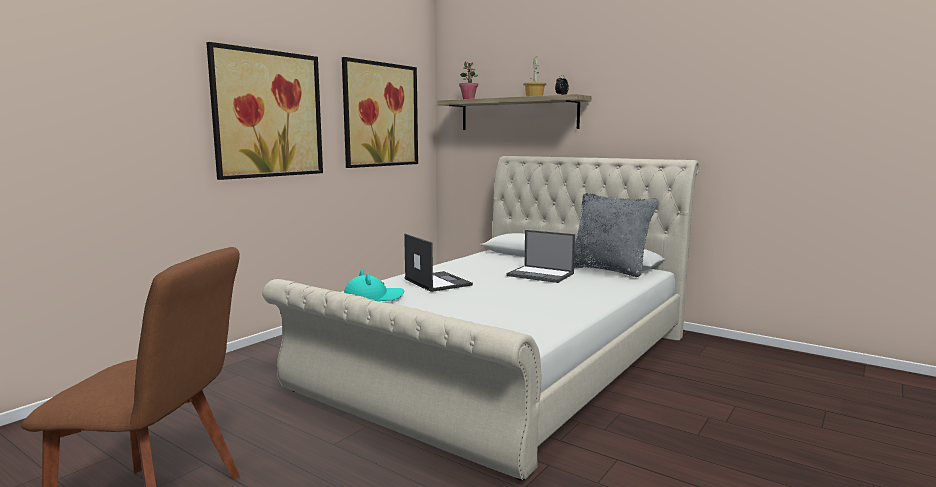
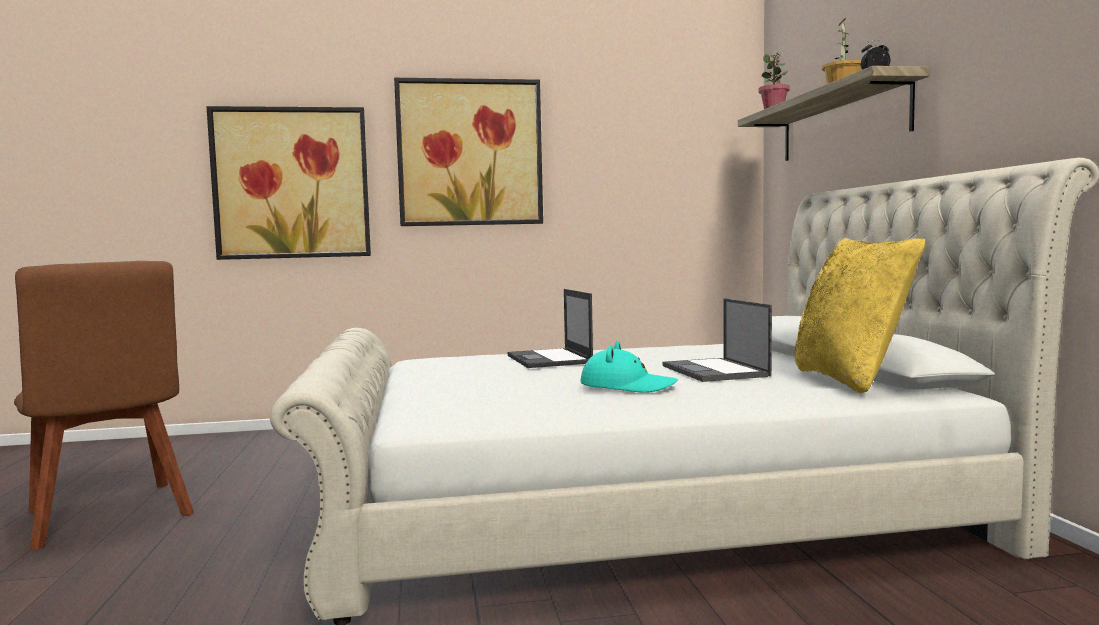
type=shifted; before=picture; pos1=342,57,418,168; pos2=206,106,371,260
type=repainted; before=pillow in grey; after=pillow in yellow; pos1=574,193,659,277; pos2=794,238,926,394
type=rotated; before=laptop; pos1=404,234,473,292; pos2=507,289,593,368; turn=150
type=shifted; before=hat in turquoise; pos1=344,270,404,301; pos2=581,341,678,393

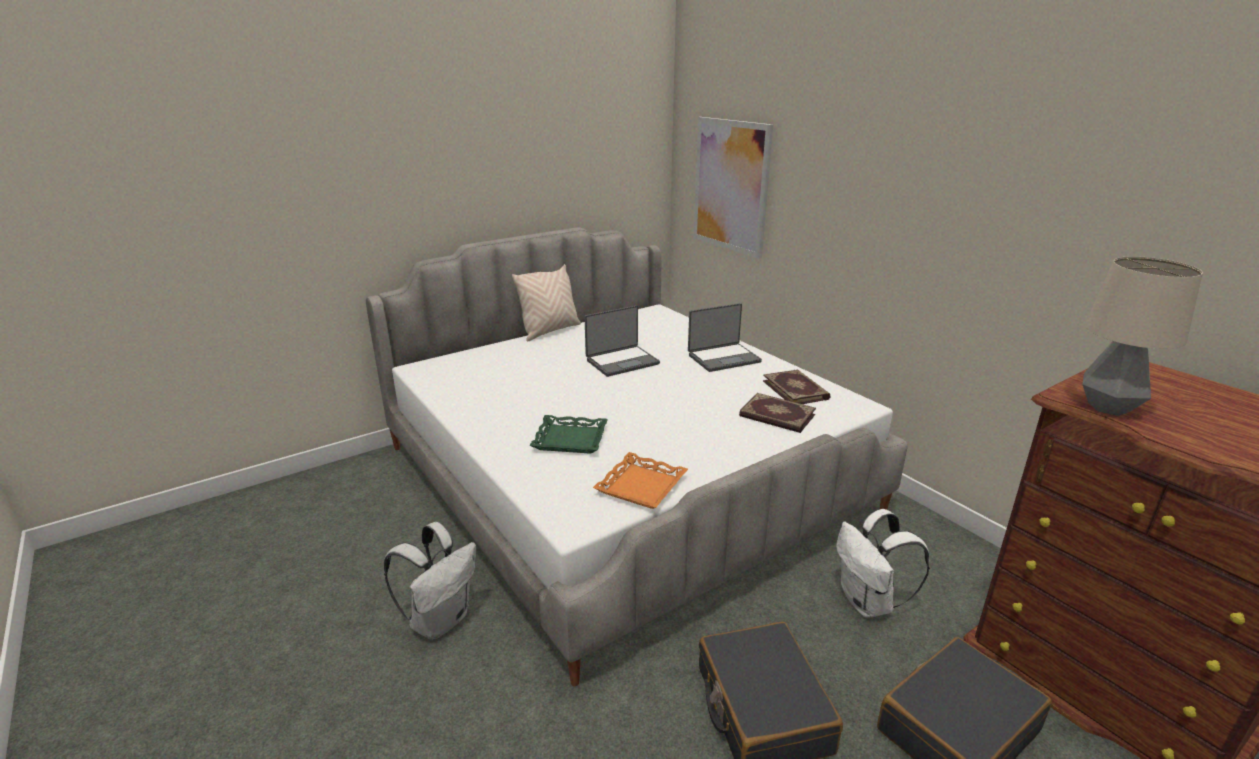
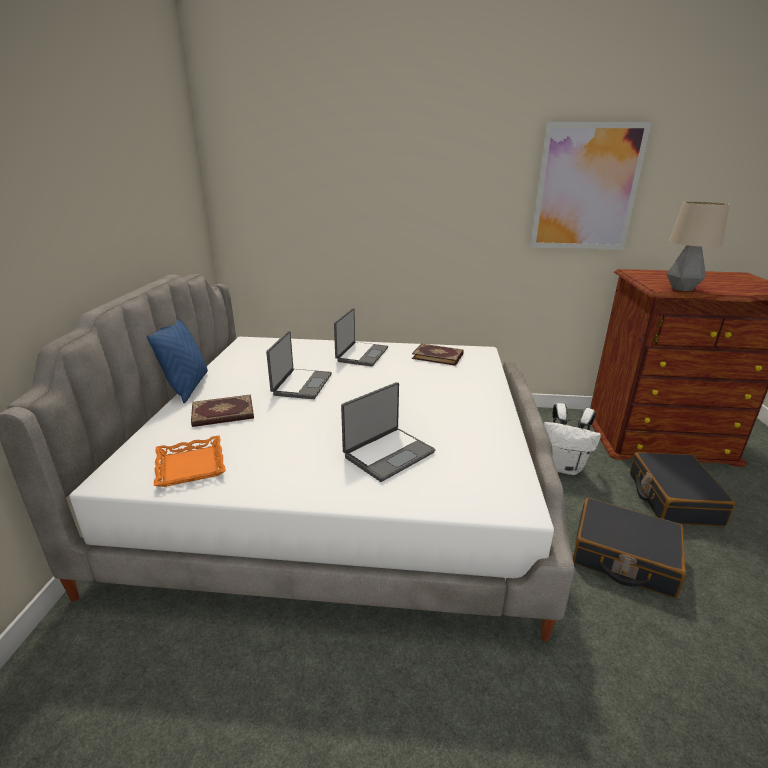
type=shifted; before=picture; pos1=693,117,773,259; pos2=530,122,651,250
type=repainted; before=pillow in beige; after=pillow in blue; pos1=512,264,581,342; pos2=147,316,208,403
type=shifted; before=book; pos1=739,393,816,433; pos2=191,395,254,427
type=swapped; before=tray in green; after=laptop; pos1=530,415,608,454; pos2=341,382,435,482
type=shifted; before=tray in orange; pos1=593,452,688,509; pos2=154,436,226,487
type=gone; before=backpack in white; pos1=384,522,476,639

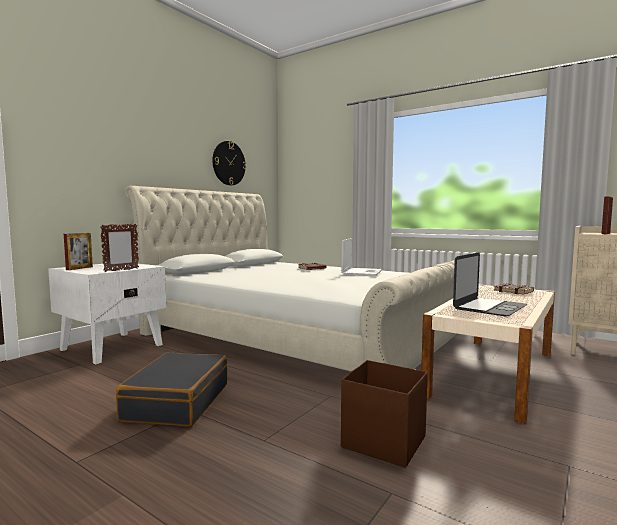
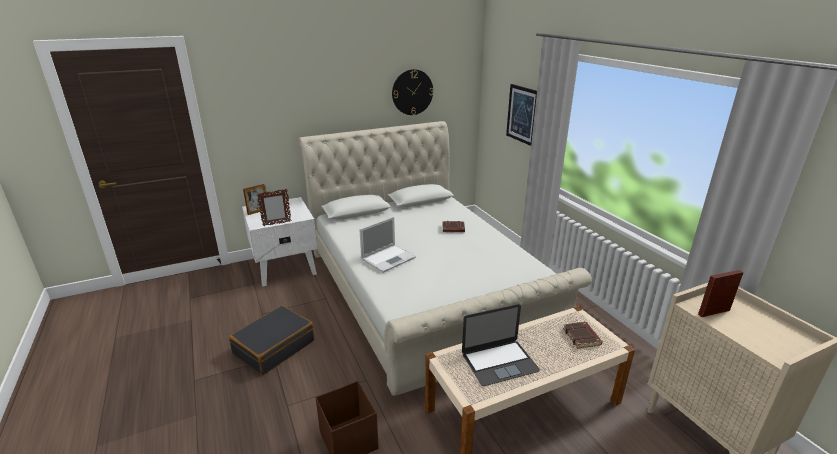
type=shifted; before=laptop; pos1=342,238,382,276; pos2=359,217,416,273
type=new; after=picture; pos2=506,84,537,146

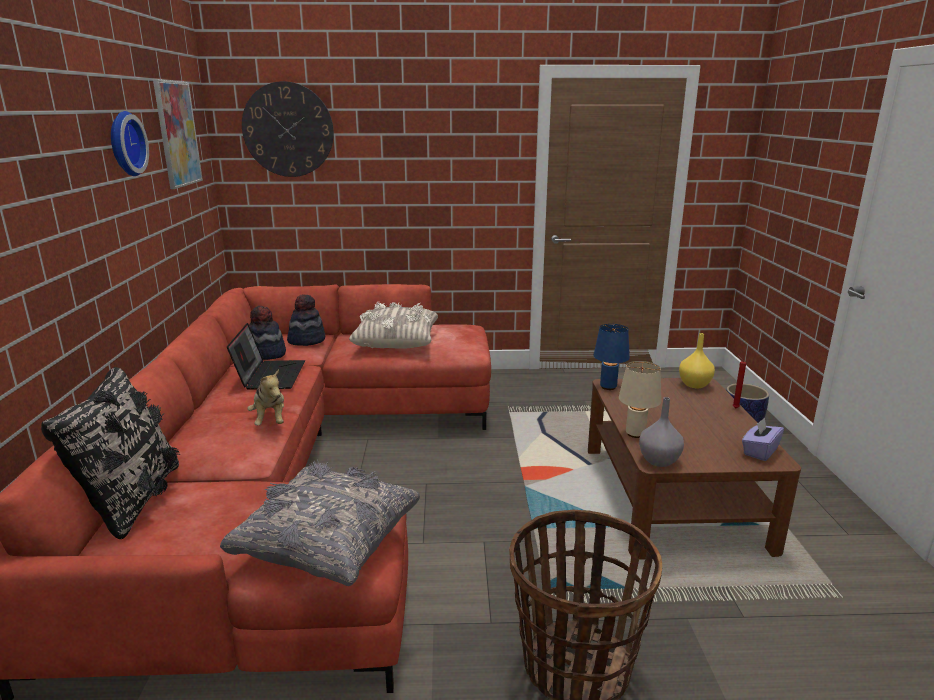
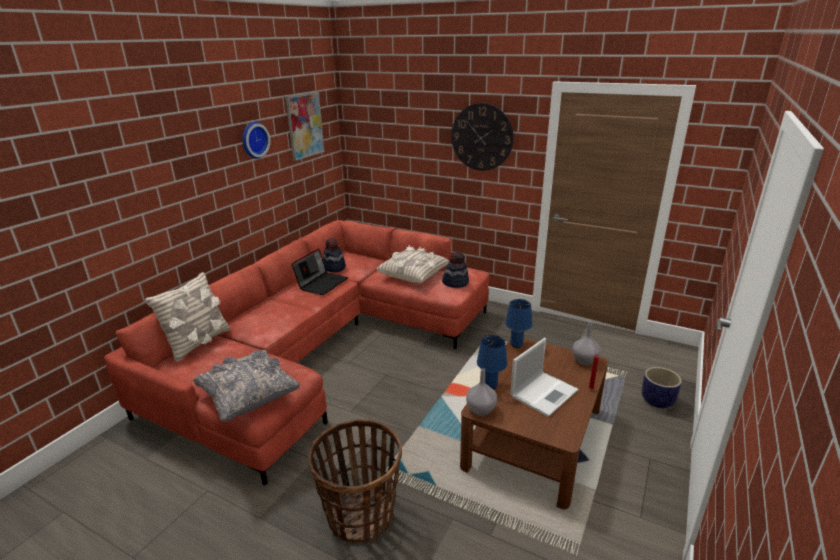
type=shifted; before=wall clock; pos1=242,81,334,177; pos2=451,103,514,171
type=shifted; before=hat; pos1=287,294,325,346; pos2=442,251,469,288
type=repainted; before=vase in yellow; after=vase in grey; pos1=679,333,715,388; pos2=572,323,600,365
type=repainted; before=table lamp in beige; after=table lamp in blue; pos1=619,361,661,438; pos2=477,335,507,389
type=repainted; before=pillow in black; after=pillow in beige; pos1=41,367,181,539; pos2=145,272,230,362
type=gone; before=plush toy; pos1=247,369,284,426
type=gone; before=tissue box in purple; pos1=742,417,784,461
type=new; after=laptop; pos2=510,338,578,417

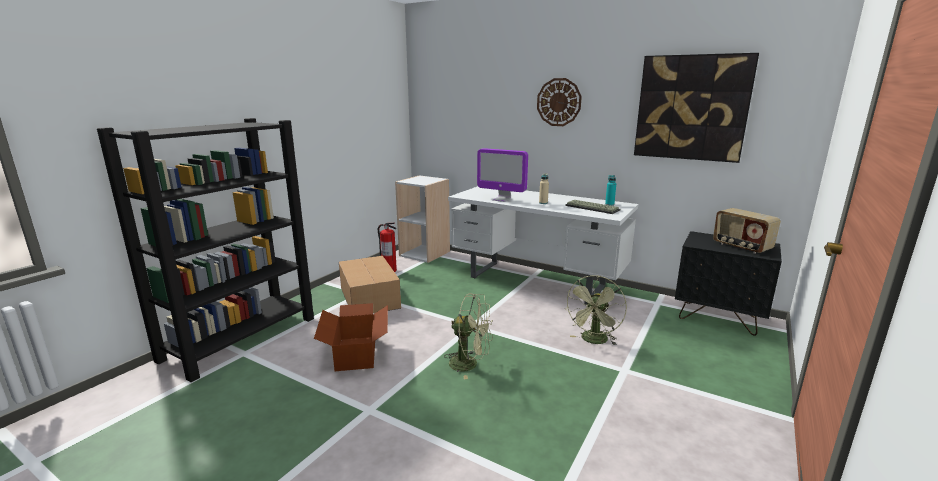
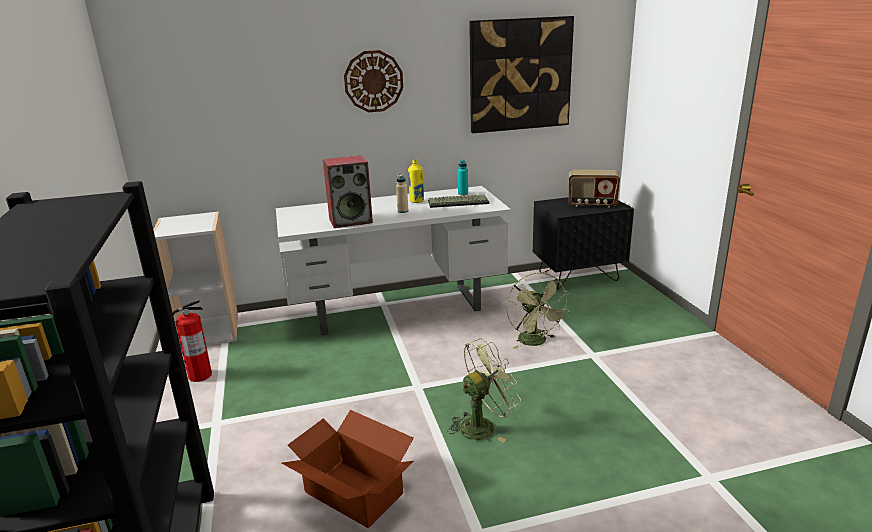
type=swapped; before=monitor; after=speaker; pos1=477,148,528,202; pos2=323,155,373,228
type=gone; before=cardboard box; pos1=339,256,401,313
type=new; after=bottle in yellow; pos2=408,159,424,203

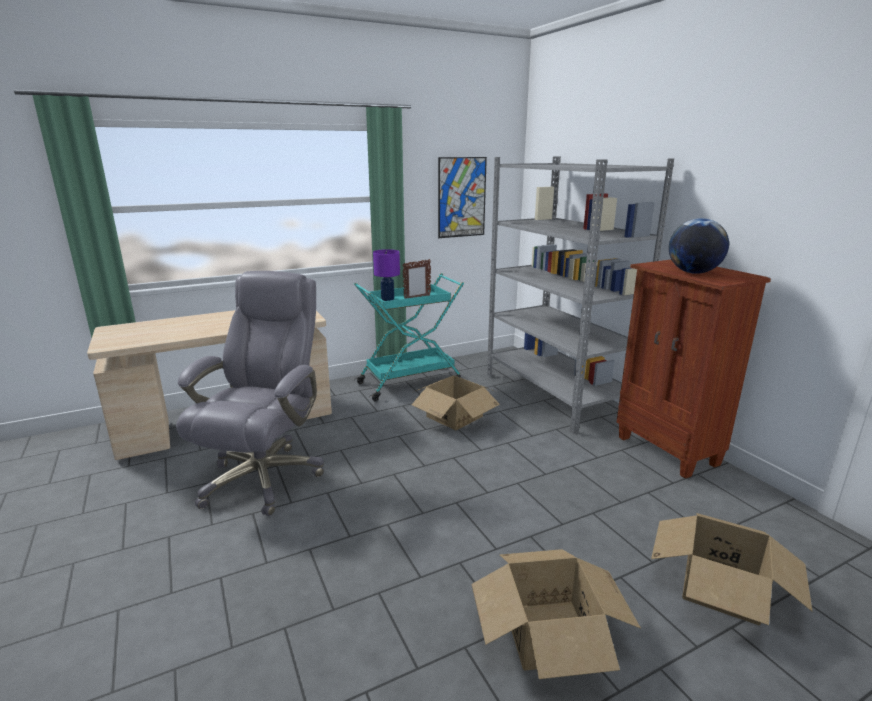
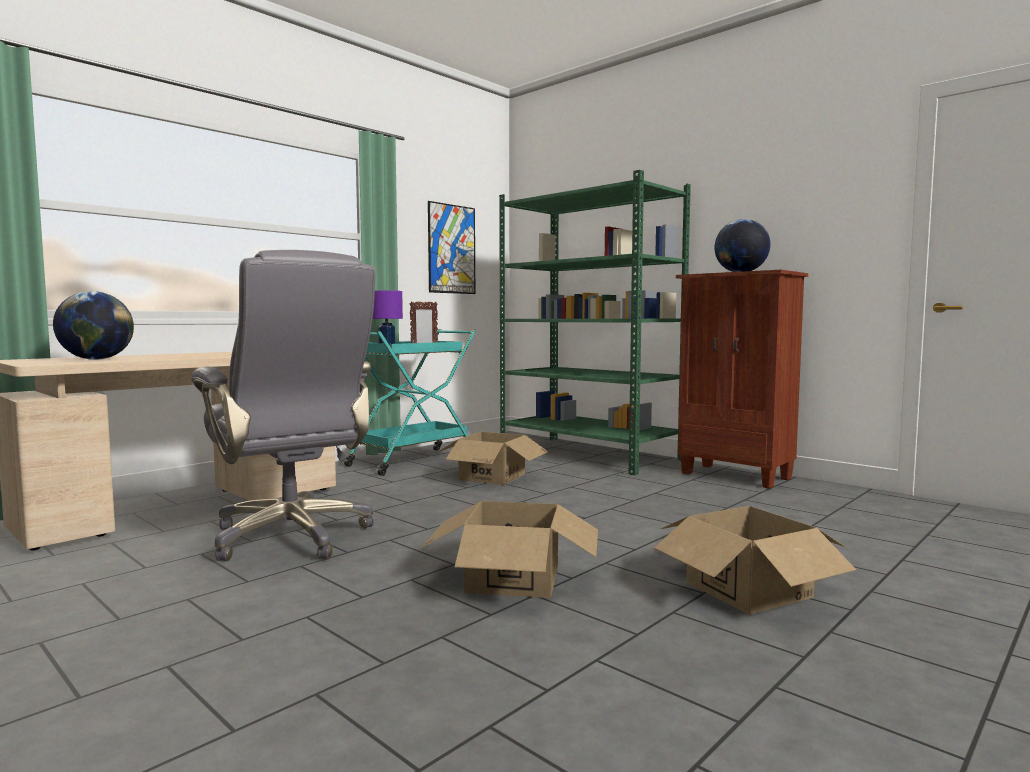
type=repainted; before=bookcase in grey; after=bookcase in green; pos1=487,156,674,434; pos2=499,170,691,475
type=rotated; before=office chair in grey; pos1=176,271,324,516; pos2=191,250,376,561; turn=150
type=shifted; before=cardboard box; pos1=651,513,813,625; pos2=422,501,598,598
type=new; after=globe; pos2=53,291,134,360

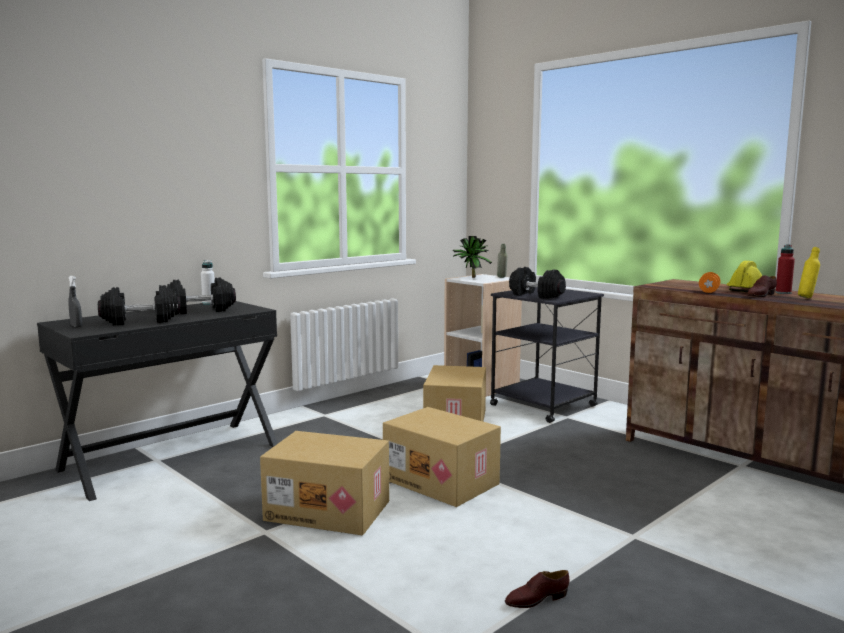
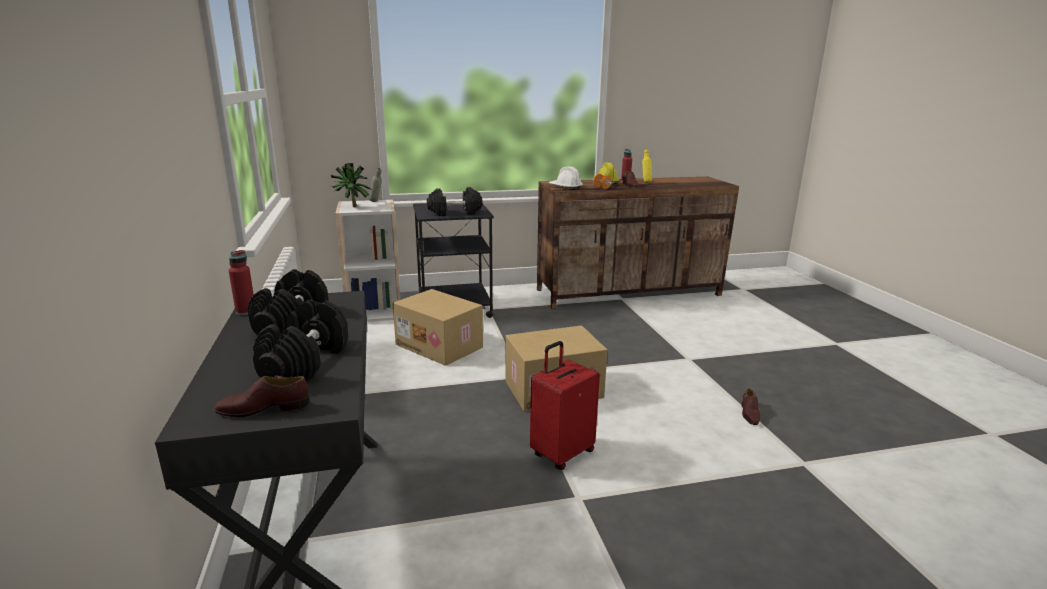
type=repainted; before=bottle in white; after=bottle in red; pos1=201,260,215,304; pos2=229,250,254,315
type=swapped; before=spray bottle in grey; after=shoe in brown; pos1=68,276,82,327; pos2=214,376,309,418
type=swapped; before=cardboard box; after=suitcase in red; pos1=260,431,389,535; pos2=530,341,600,470
type=new; after=hard hat in white; pos2=549,166,583,190

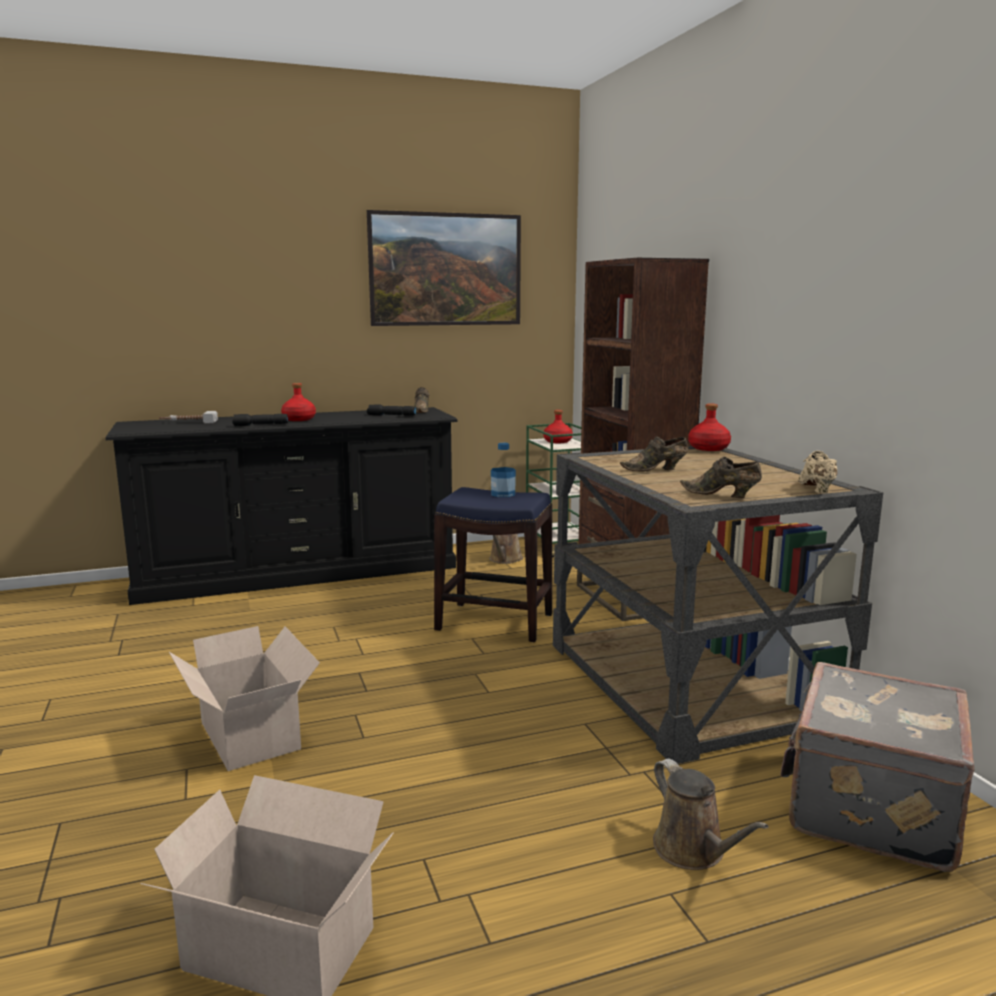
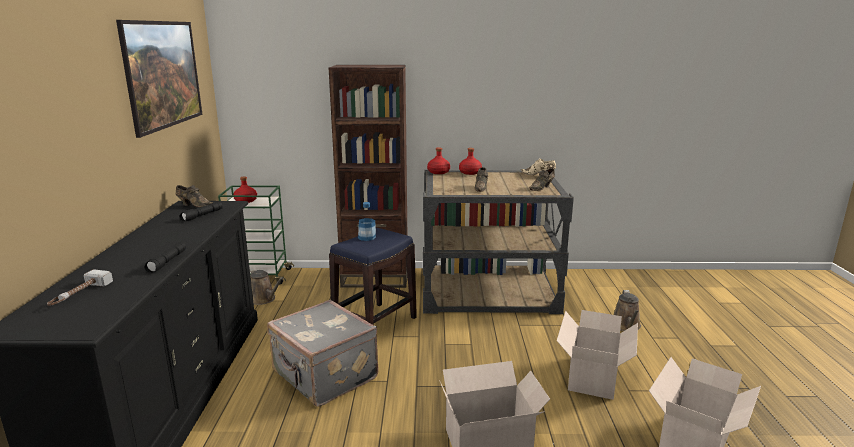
type=shifted; before=bottle in red; pos1=281,383,316,421; pos2=459,148,482,175
type=shifted; before=suitcase in grey; pos1=780,662,974,872; pos2=267,300,379,407
type=rotated; before=watering can in brown; pos1=653,759,769,870; pos2=613,290,641,331; turn=105
type=new; after=cardboard box; pos2=557,310,638,400

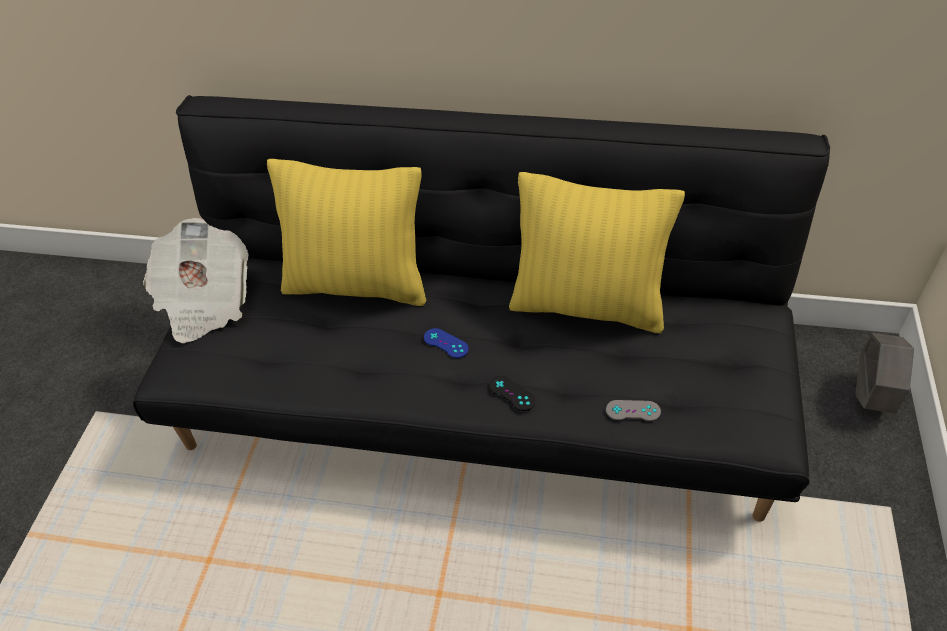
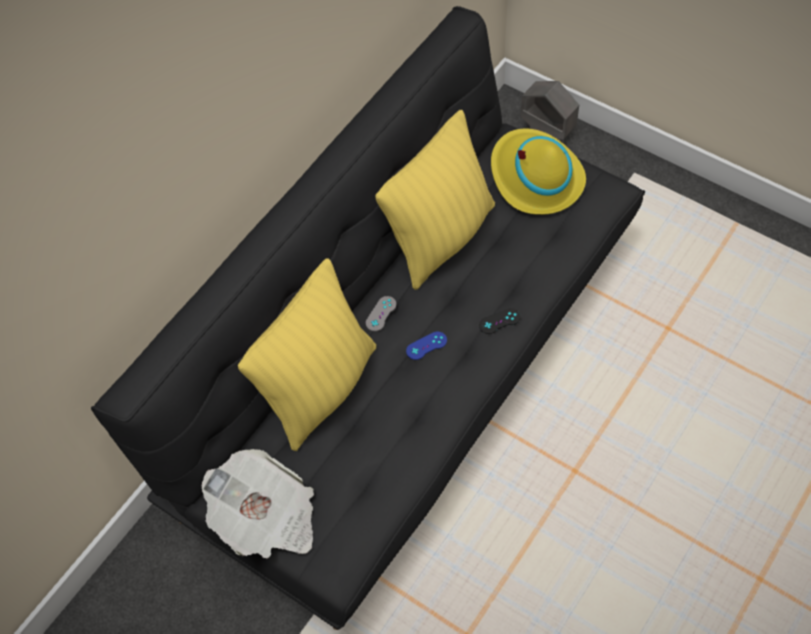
type=shifted; before=game controller in grey; pos1=606,400,661,421; pos2=366,296,396,331
type=new; after=hat in yellow; pos2=491,129,586,215

